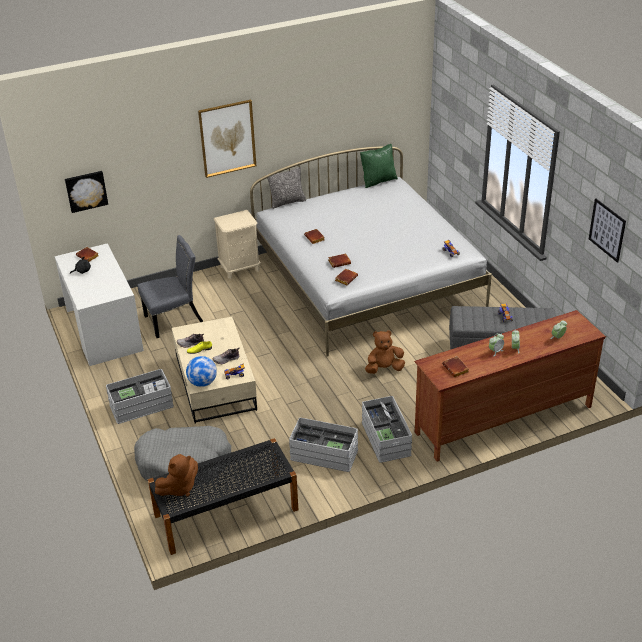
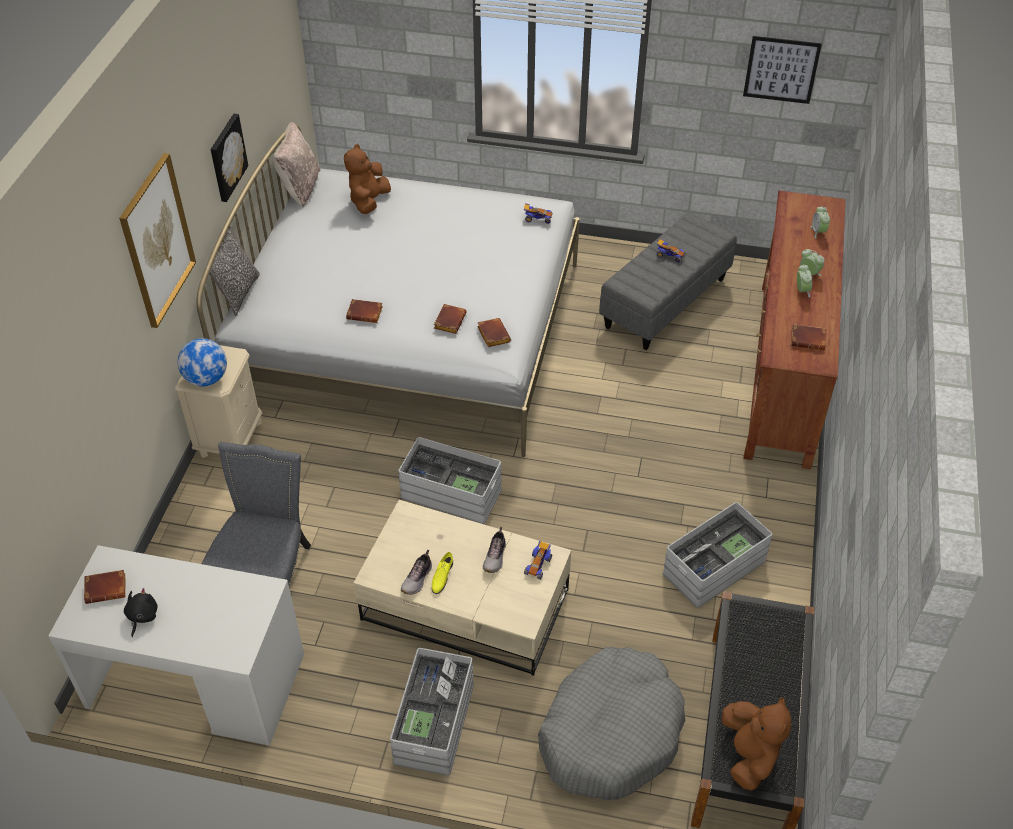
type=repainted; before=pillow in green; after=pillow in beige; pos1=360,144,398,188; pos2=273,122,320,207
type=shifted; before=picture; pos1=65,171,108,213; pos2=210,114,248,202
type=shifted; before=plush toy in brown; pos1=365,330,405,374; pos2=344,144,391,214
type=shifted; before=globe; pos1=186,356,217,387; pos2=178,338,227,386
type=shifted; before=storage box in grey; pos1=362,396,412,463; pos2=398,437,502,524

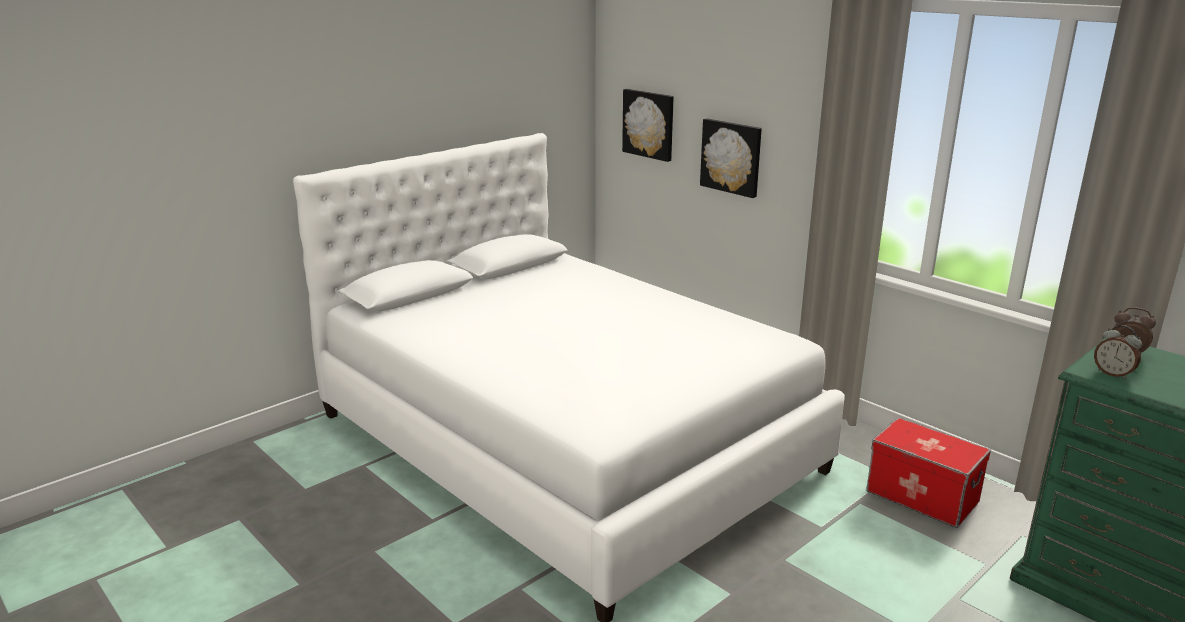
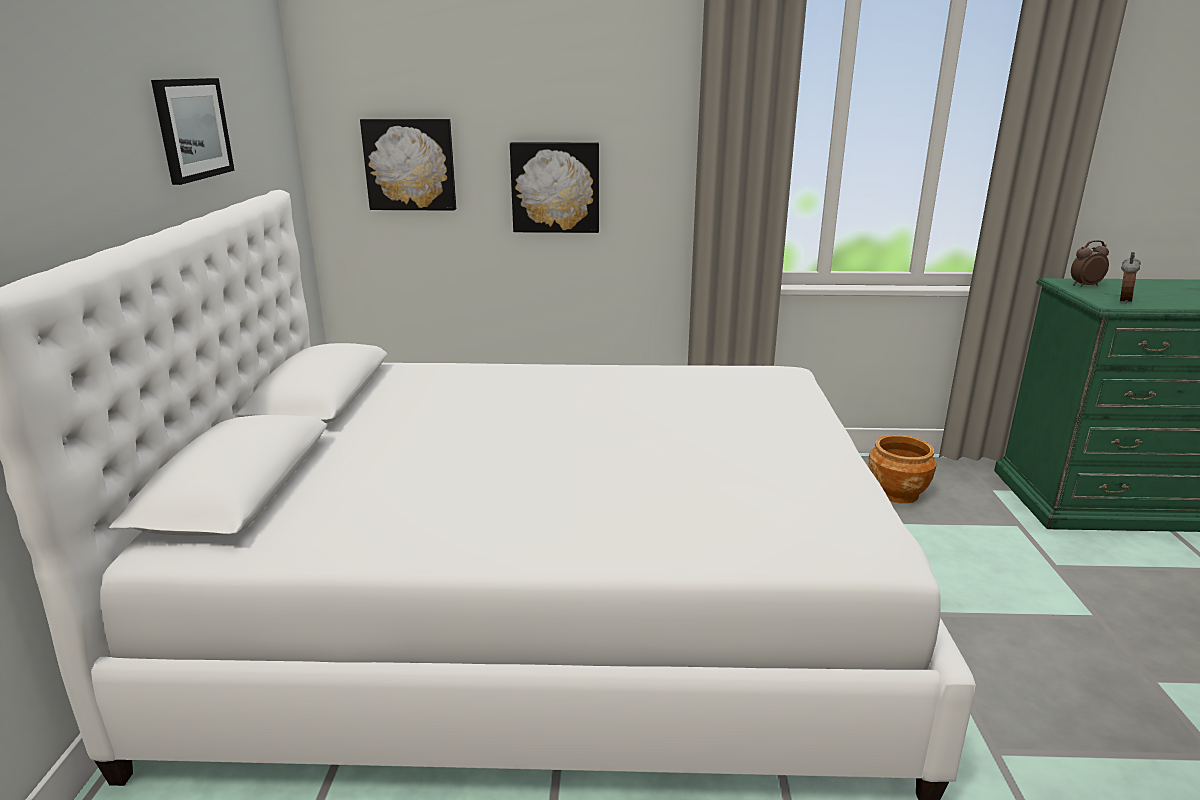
type=rotated; before=alarm clock; pos1=1094,325,1142,379; pos2=1120,252,1141,304; turn=-60
type=swapped; before=storage box; after=planter in brown; pos1=866,418,991,528; pos2=869,435,936,504
type=new; after=picture; pos2=151,78,235,185

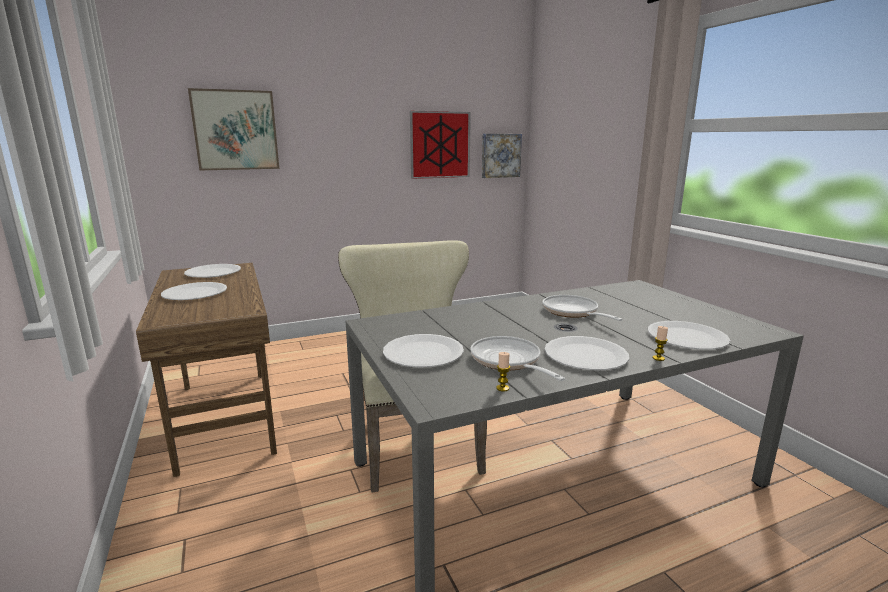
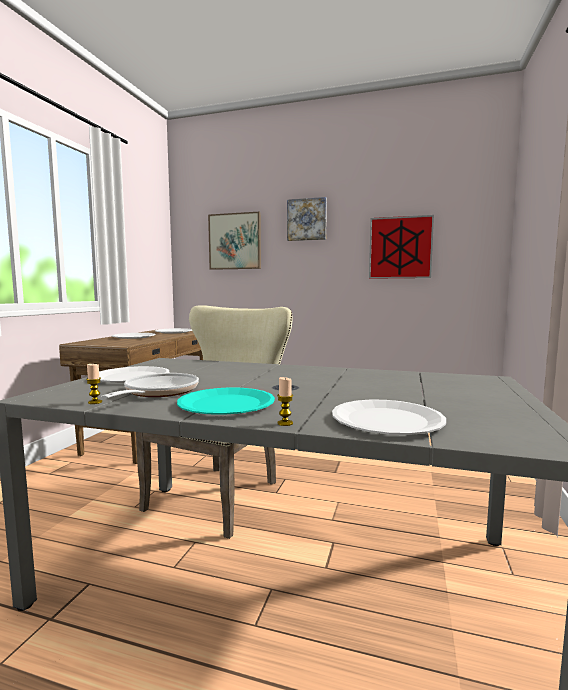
type=shifted; before=picture; pos1=482,134,522,178; pos2=287,197,327,241
type=gone; before=frying pan; pos1=543,295,623,321
type=repainted; before=plate in white; after=plate in turquoise; pos1=545,336,629,370; pos2=177,387,275,415

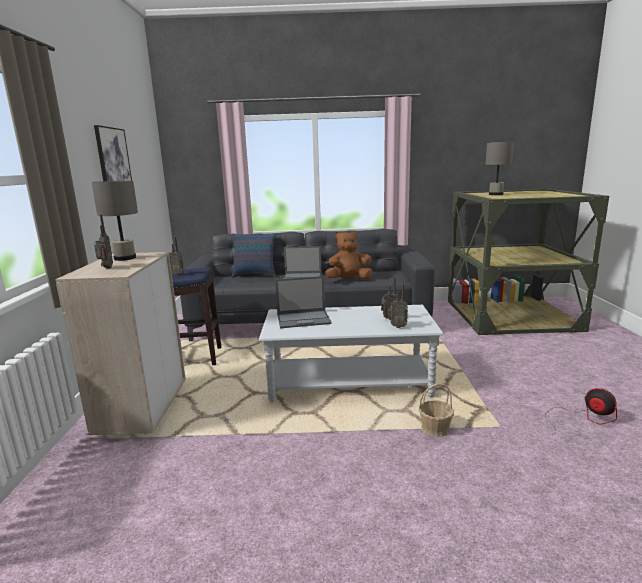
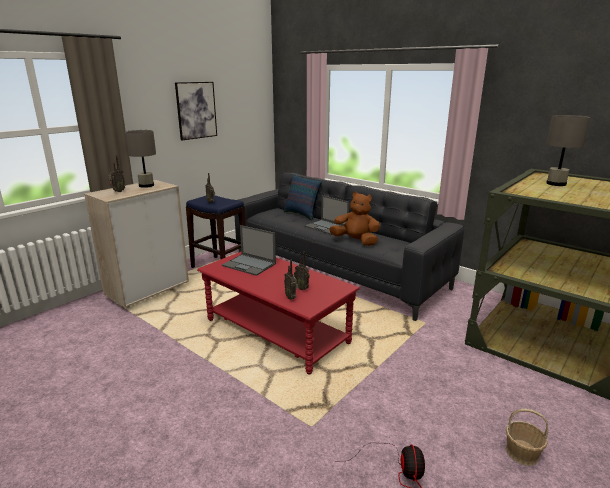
type=repainted; before=coffee table in grey; after=coffee table in red; pos1=259,305,443,402; pos2=197,252,360,375
type=shifted; before=basket; pos1=419,383,454,437; pos2=506,409,548,466

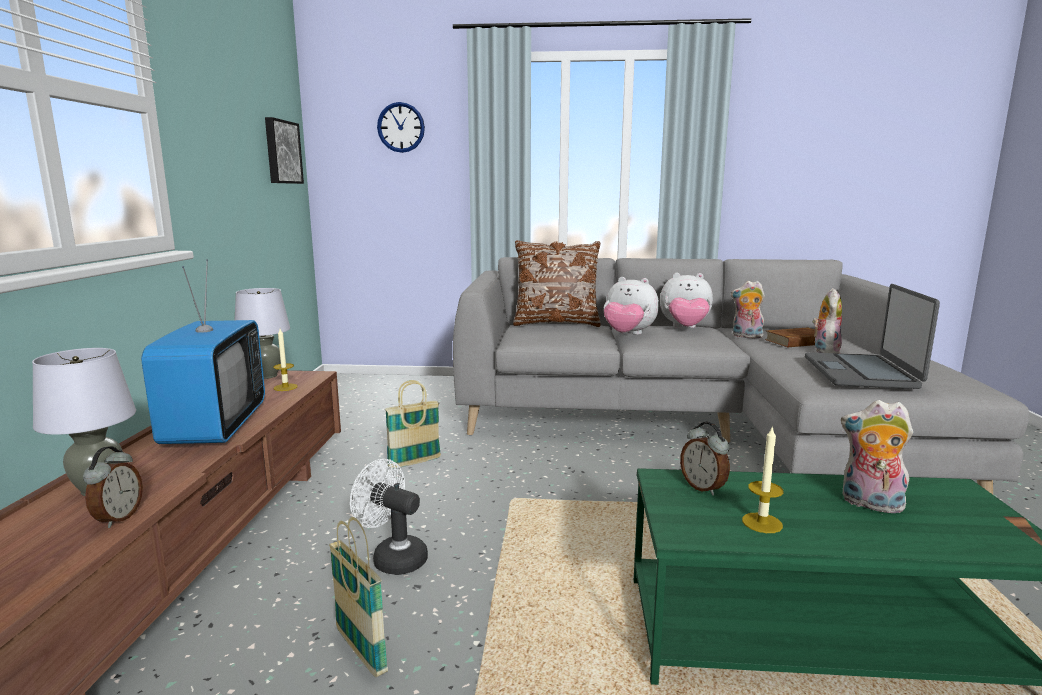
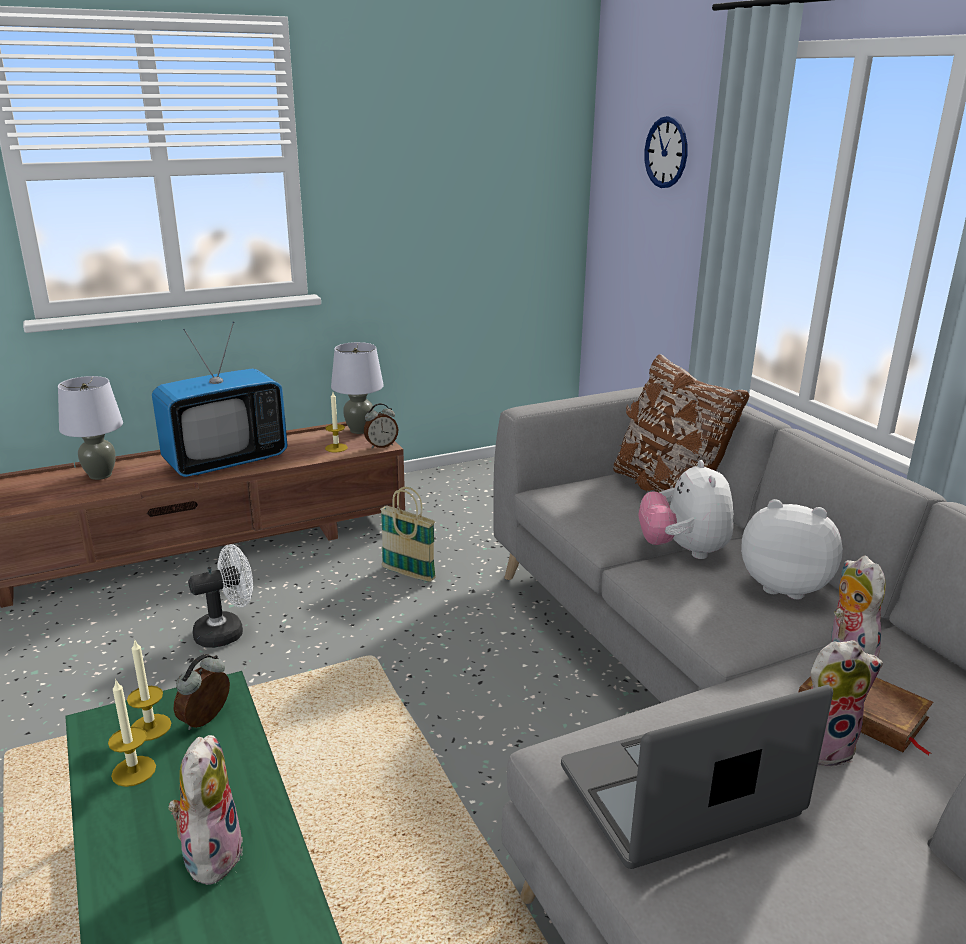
type=gone; before=picture; pos1=265,117,304,184
type=rotated; before=plush toy; pos1=660,273,713,328; pos2=741,499,843,599; turn=135
type=shifted; before=alarm clock; pos1=83,446,143,528; pos2=364,403,398,449
type=rotated; before=fan in white; pos1=350,459,428,575; pos2=188,544,253,648; turn=60
type=gone; before=basket; pos1=329,517,388,677
type=new; after=candle; pos2=127,639,171,741

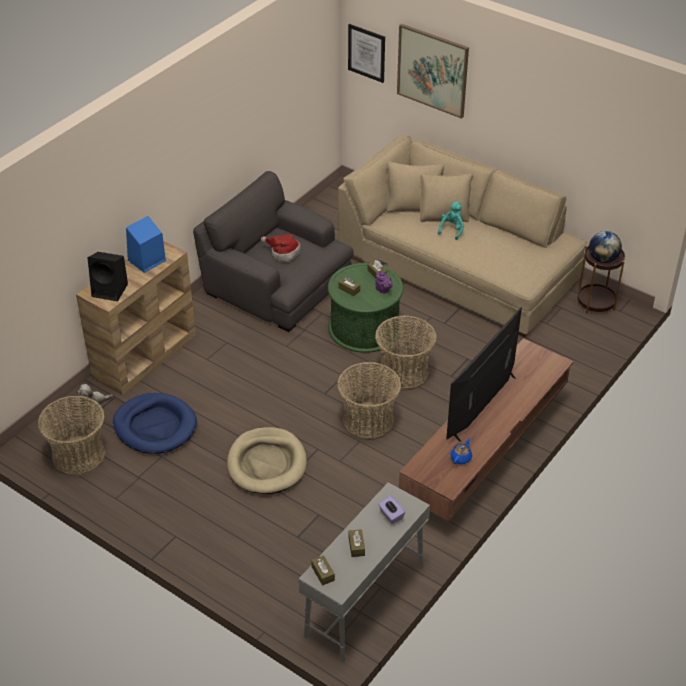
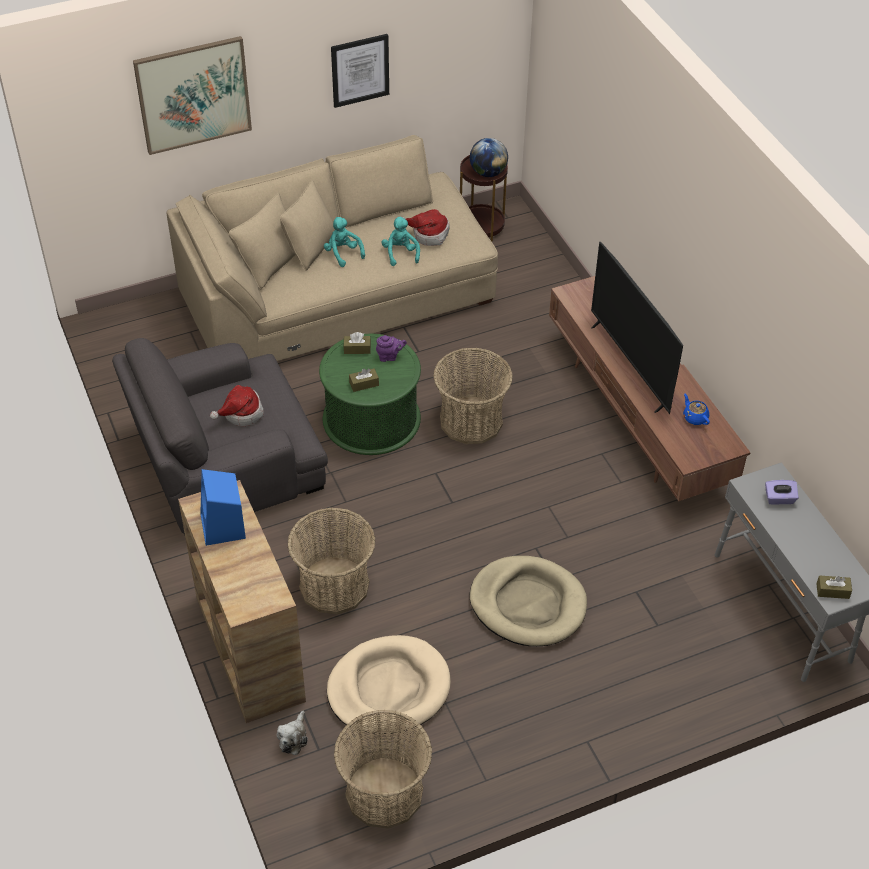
type=shifted; before=picture; pos1=348,24,385,83; pos2=331,34,389,108
type=gone; before=speaker in black; pos1=88,252,128,301
type=shifted; before=basket; pos1=337,362,401,440; pos2=288,508,375,614
type=repainted; before=dog bed in blue; after=dog bed in beige; pos1=113,393,197,454; pos2=327,635,451,734
type=gone; before=tissue box in brown; pos1=349,529,365,557
type=new; after=hat; pos2=403,209,450,246
type=new; after=plush toy in turquoise; pos2=382,217,420,266

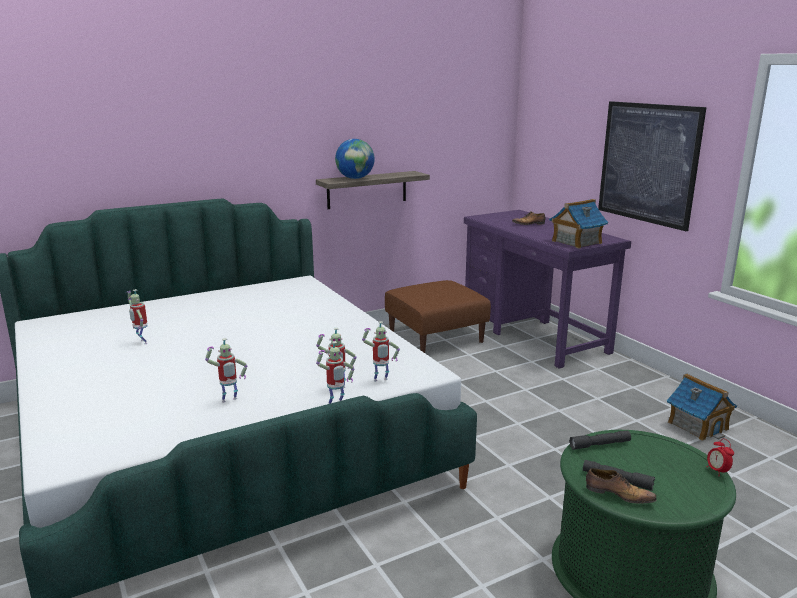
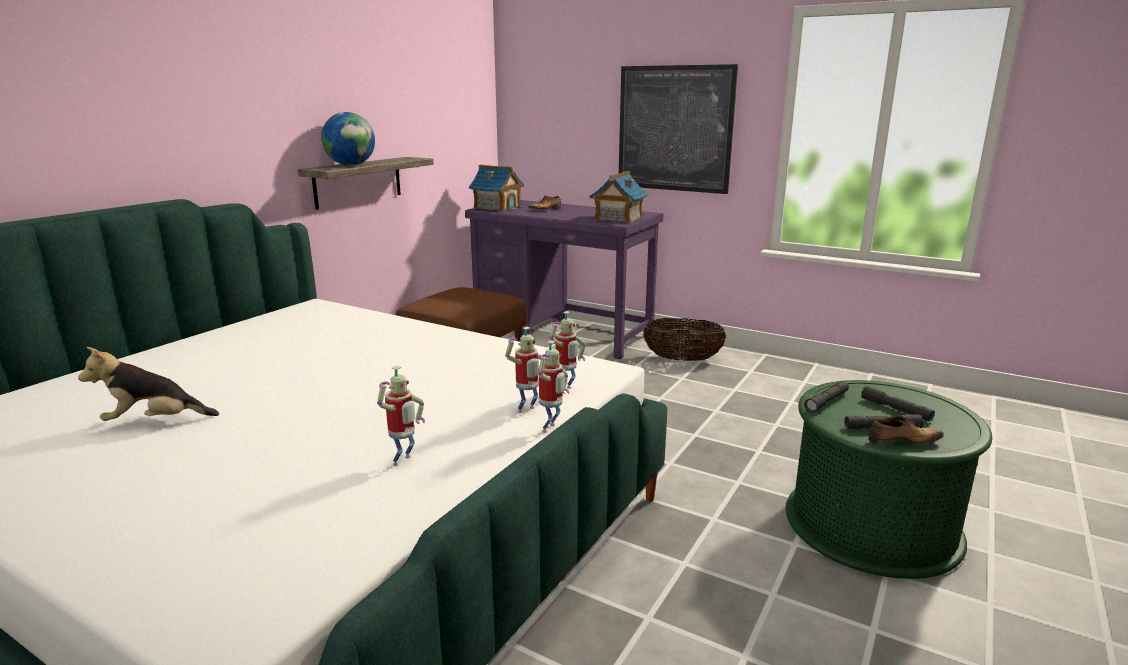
type=swapped; before=toy robot; after=plush toy; pos1=125,289,148,344; pos2=78,347,219,421
type=shifted; before=toy house; pos1=667,373,737,441; pos2=469,165,524,212
type=gone; before=alarm clock; pos1=707,438,734,477
type=new; after=basket; pos2=643,318,726,361
type=new; after=flashlight in grey; pos2=861,386,935,422

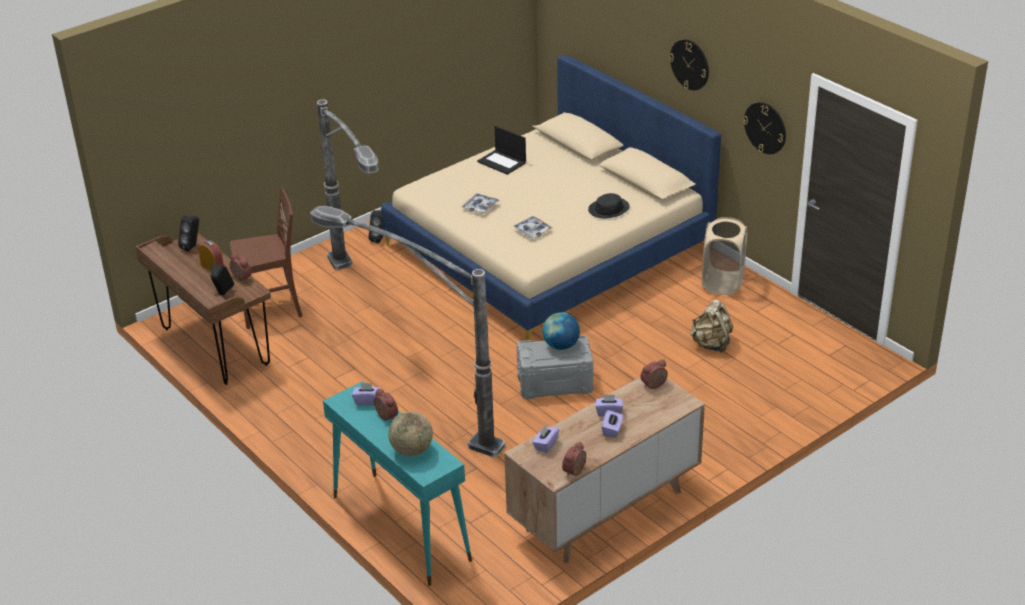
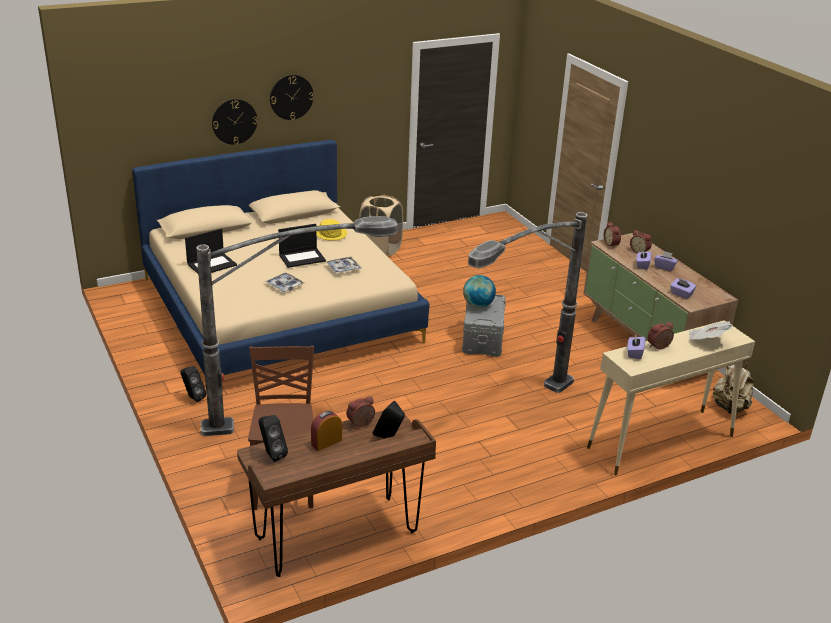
type=shifted; before=wall clock; pos1=743,102,786,154; pos2=212,99,258,145
type=repainted; before=hat in black; after=hat in yellow; pos1=588,193,630,218; pos2=317,219,347,241
type=shifted; before=backpack in beige; pos1=690,300,733,353; pos2=713,362,754,414
type=repainted; before=console table in turquoise; after=console table in beige; pos1=323,381,472,586; pos2=587,320,755,475
type=swapped; before=globe; after=newspaper; pos1=388,411,433,456; pos2=689,322,733,341
type=shifted; before=alarm clock; pos1=562,442,586,477; pos2=630,230,652,253
type=new; after=laptop; pos2=278,224,326,268

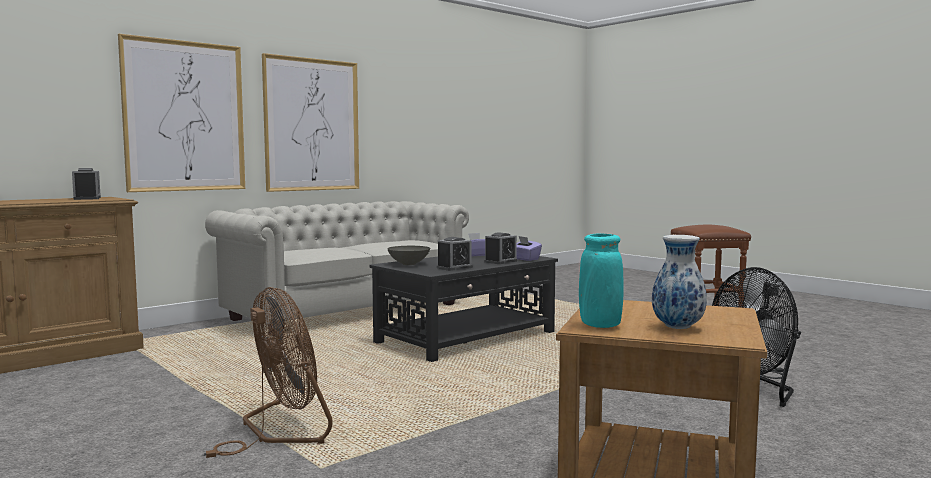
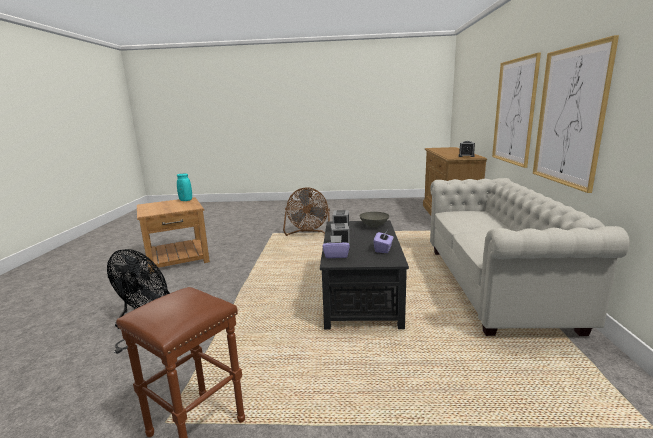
type=gone; before=vase; pos1=652,235,707,329

